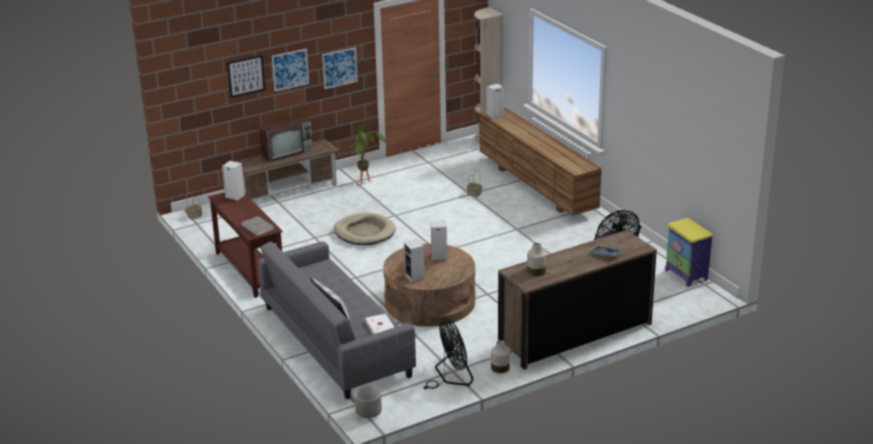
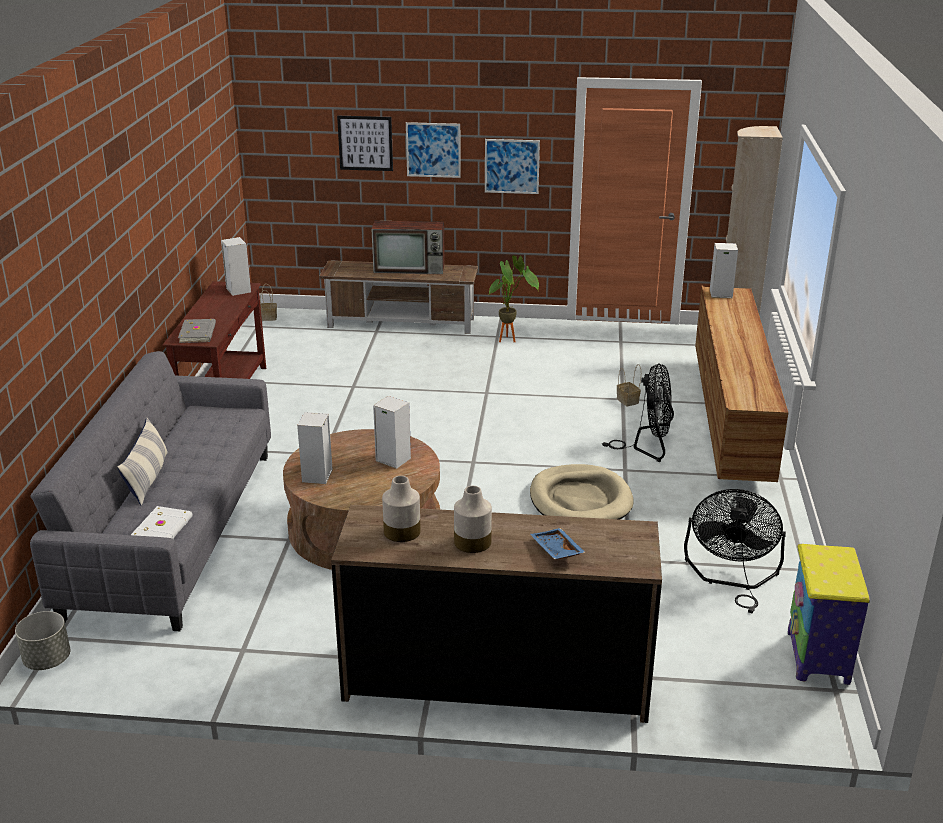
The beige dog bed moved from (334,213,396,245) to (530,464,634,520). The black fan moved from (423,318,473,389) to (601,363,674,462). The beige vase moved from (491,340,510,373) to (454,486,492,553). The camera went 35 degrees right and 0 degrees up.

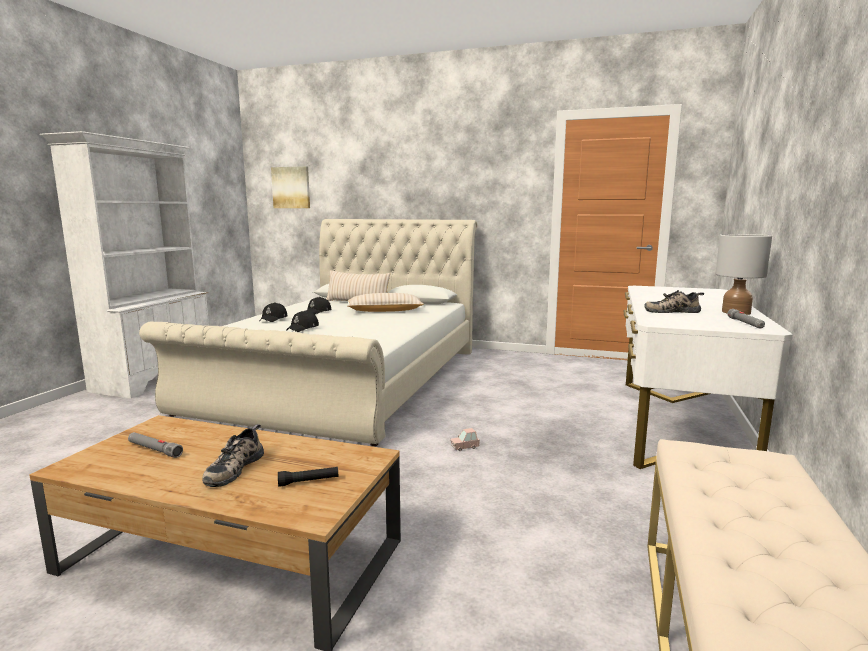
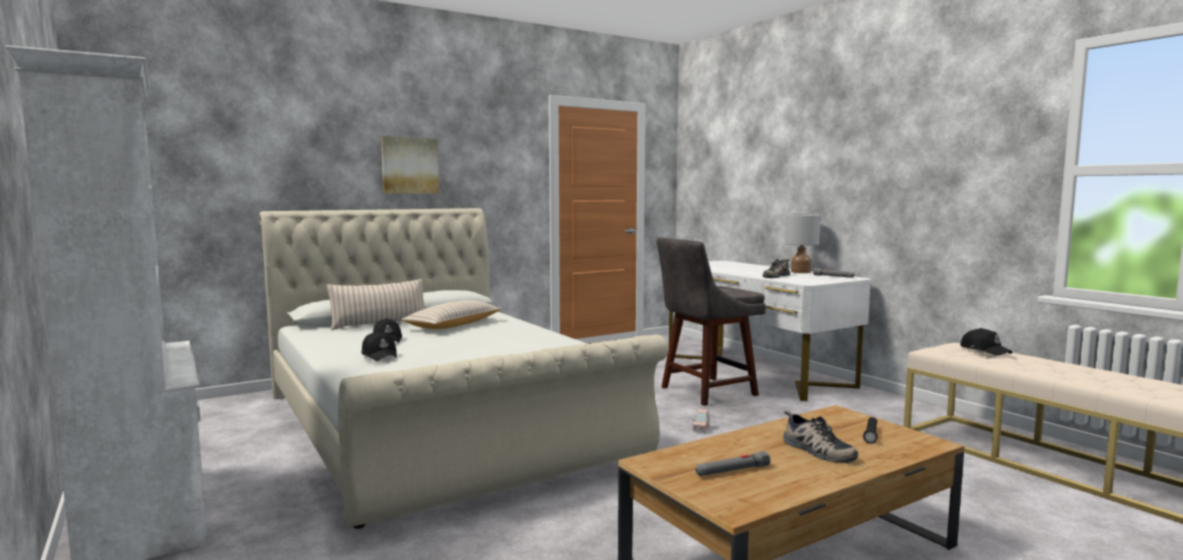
The grey stool at (657,238,765,406) appeared. The picture moved from (271,166,310,208) to (381,136,439,193). The black cap moved from (286,311,319,332) to (960,328,1012,356). The camera went 50 degrees left and 5 degrees down.

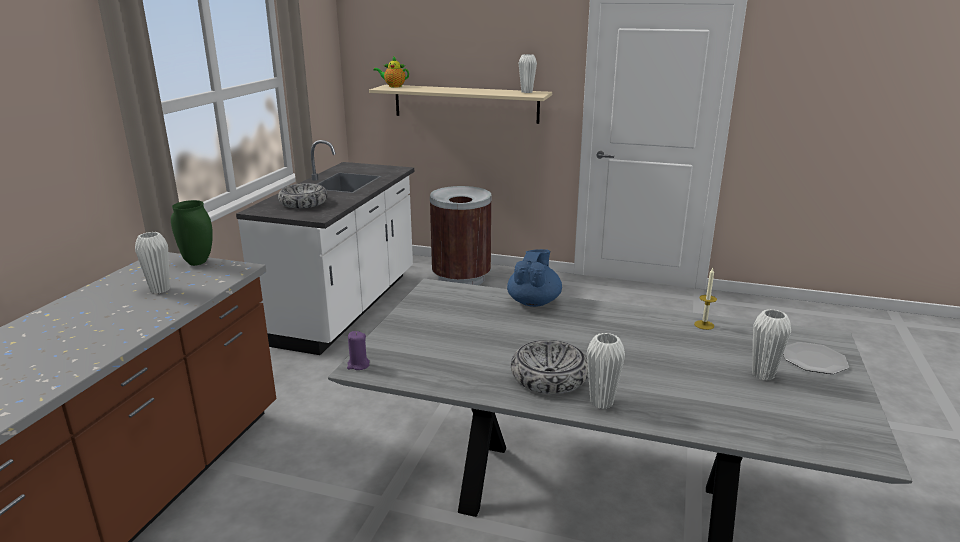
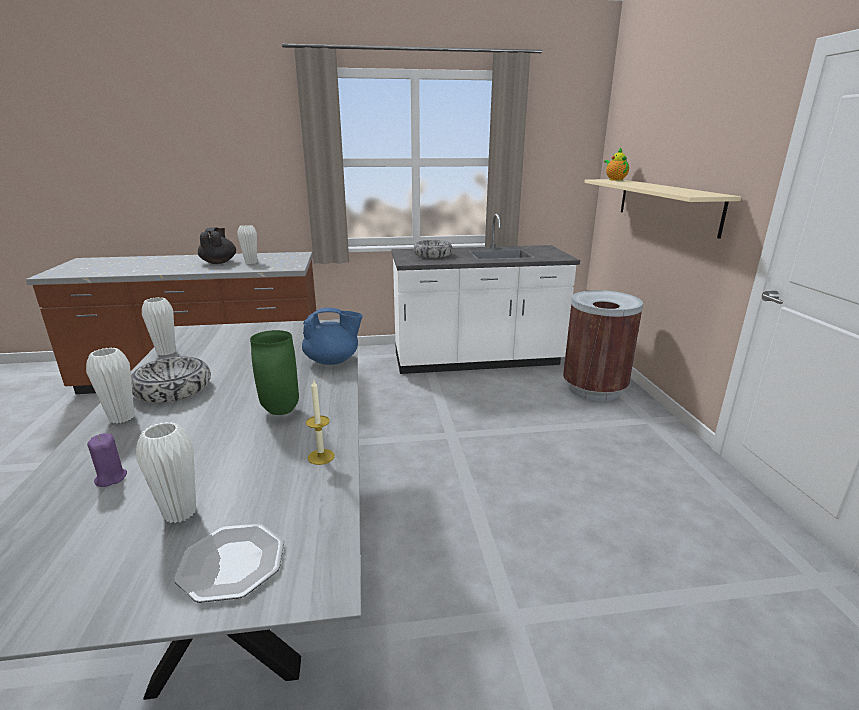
The black teapot at (198,227,236,264) appeared. The green vase moved from (171,200,213,266) to (250,330,299,415). The purple candle moved from (347,331,370,370) to (87,433,127,487). The white vase moved from (519,54,537,93) to (142,297,176,356). The camera went 65 degrees right and 0 degrees up.

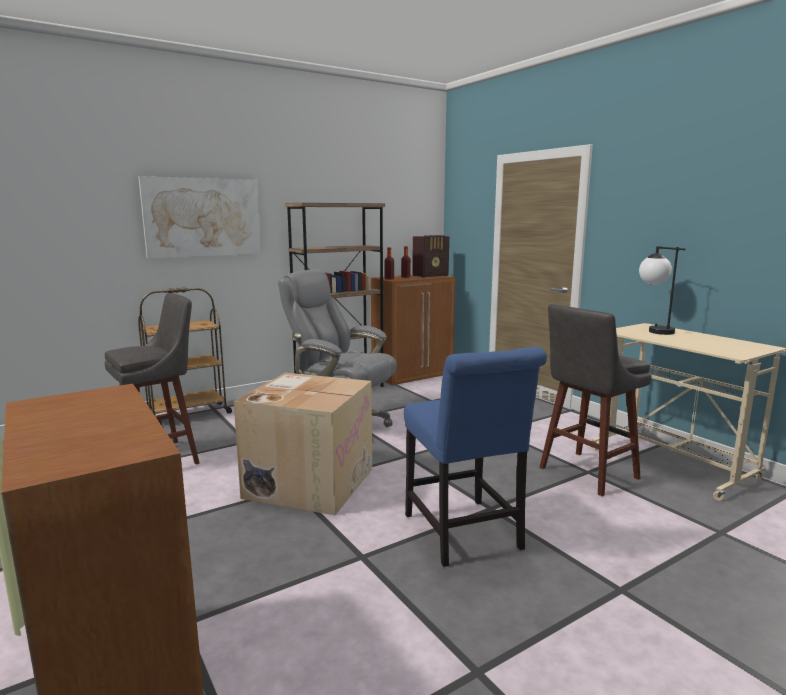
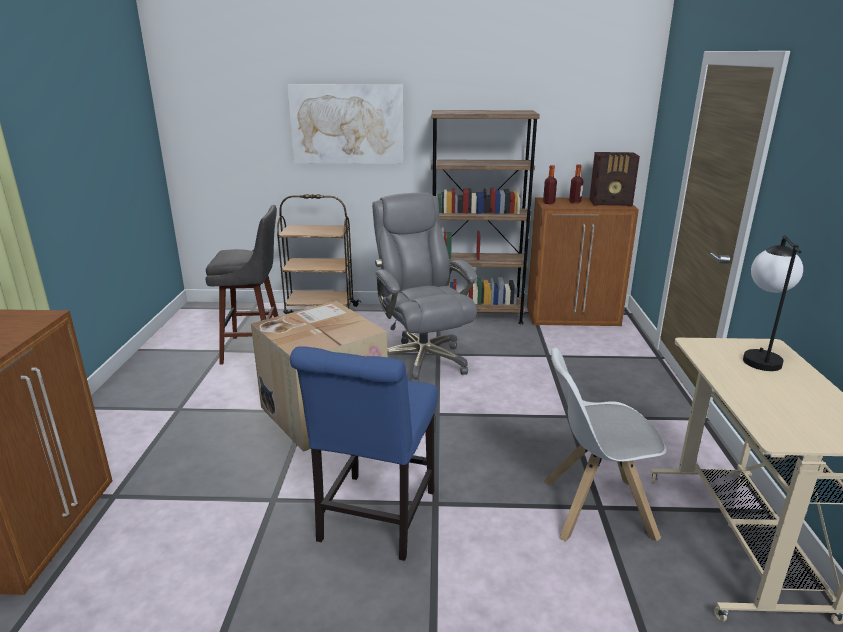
The grey stool at (539,304,652,496) was replaced by the chair at (543,348,667,541). The camera went 35 degrees right and 10 degrees up.

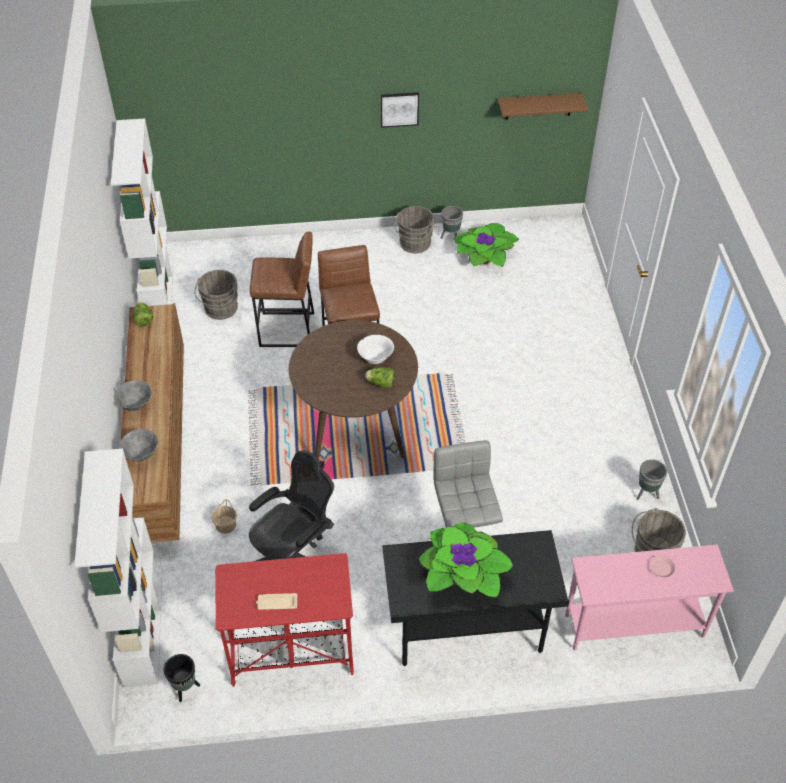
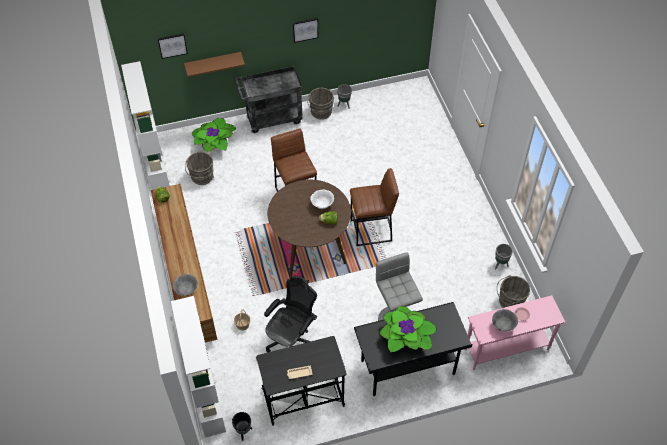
The picture at (158,33,188,59) appeared. The black cart at (235,66,303,133) appeared. The grey bowl moved from (114,380,152,411) to (492,309,518,332). The brown stool moved from (250,232,314,347) to (350,168,399,246). The potted plant moved from (454,223,519,267) to (192,118,236,152). The brown shelf moved from (498,93,588,120) to (184,52,245,77). The red desk at (215,553,354,687) became the black desk at (256,336,347,426). The camera went 10 degrees left and 5 degrees up.

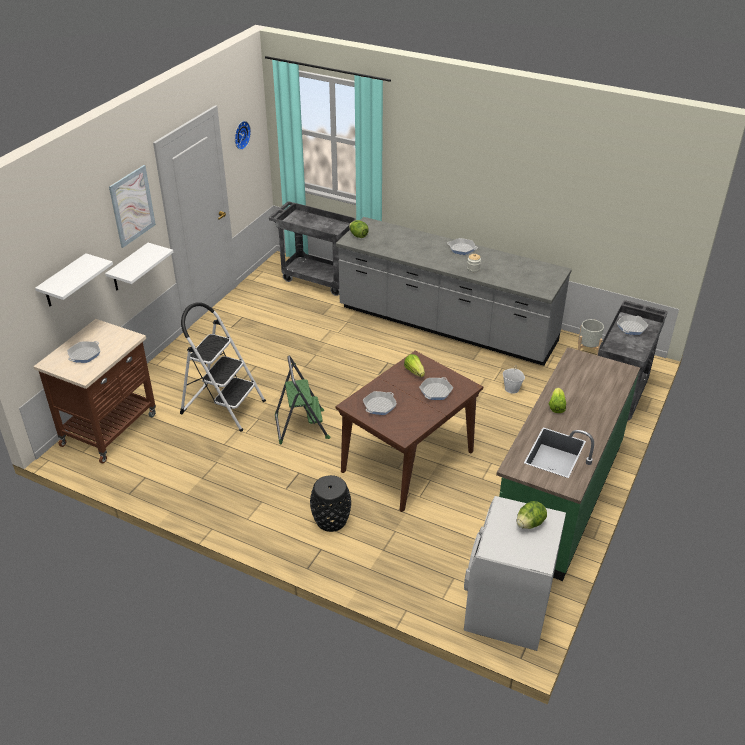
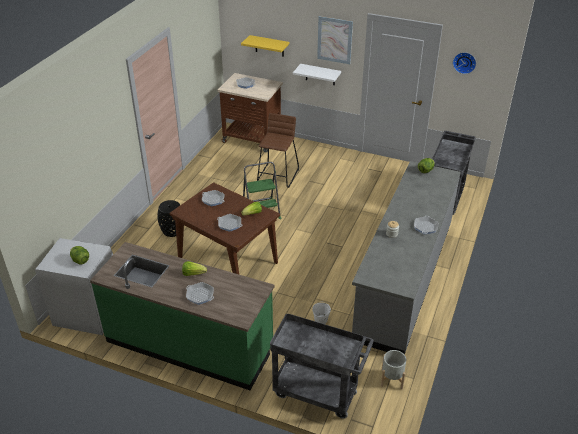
The frying pan moved from (617,315,648,335) to (186,282,214,305). The step ladder at (180,302,266,432) was replaced by the brown stool at (257,113,299,188). The white shelf at (35,253,113,306) became the yellow shelf at (241,35,290,57). The camera went 85 degrees right and 0 degrees up.

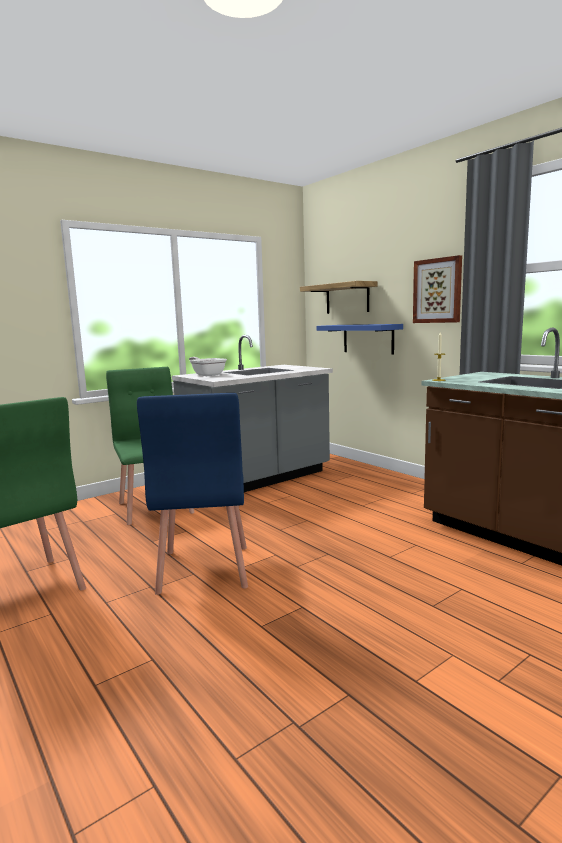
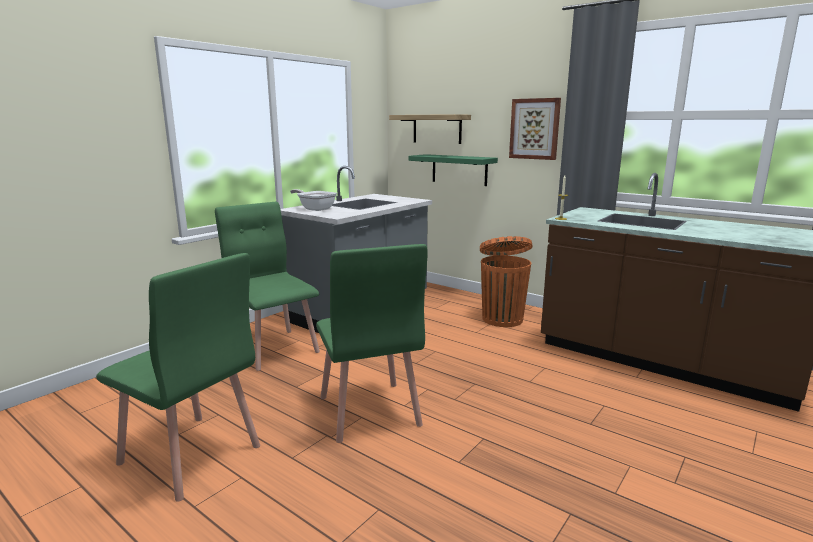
The orange trash can at (480,236,533,327) appeared. The blue chair at (137,393,248,595) became the green chair at (316,244,428,443). The blue shelf at (317,324,403,354) became the green shelf at (409,154,498,186). The camera went 15 degrees left and 5 degrees up.

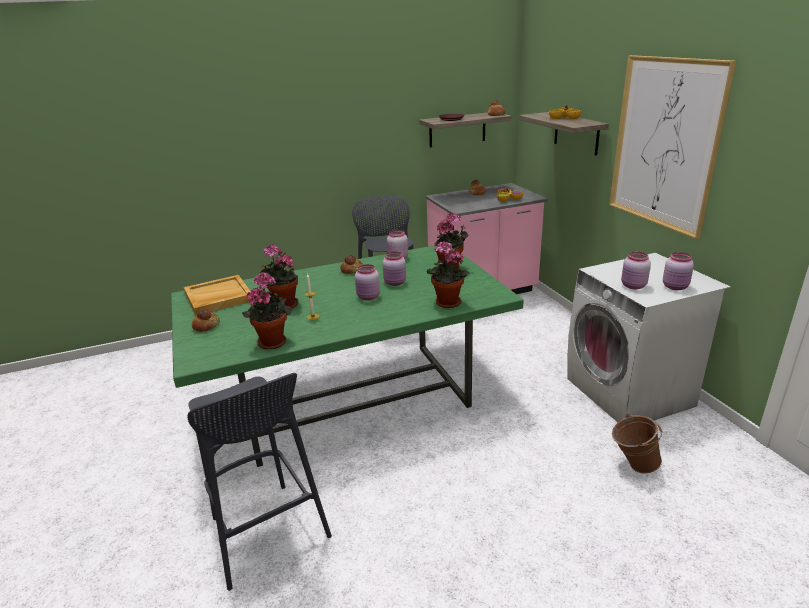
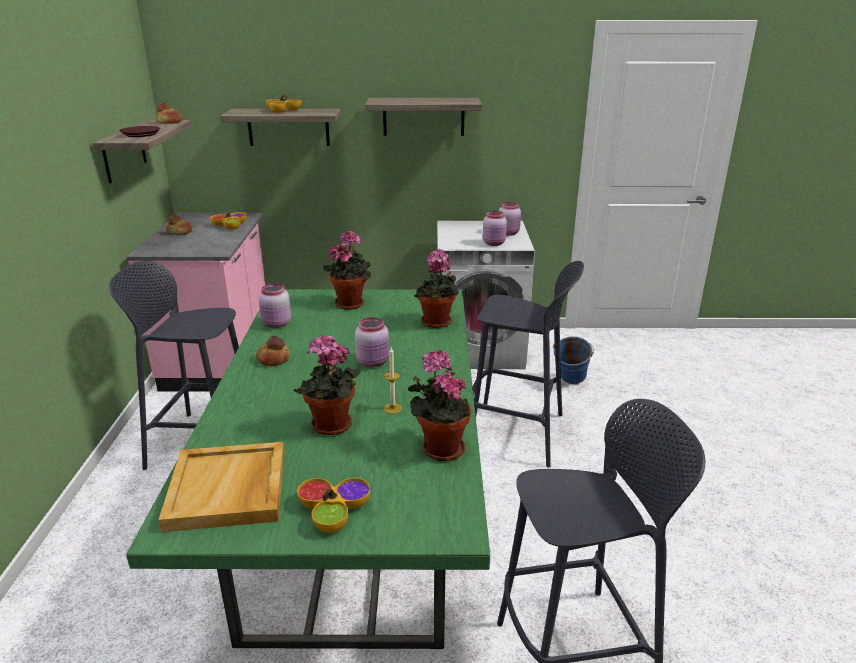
The pink jar at (382,251,406,286) disappeared. The grey stool at (473,261,584,467) appeared. The bread at (192,308,220,332) was replaced by the bowl at (297,478,370,533). The picture at (609,55,736,239) was replaced by the shelf at (365,98,482,136). The brown bucket at (612,414,662,473) became the blue bucket at (553,336,594,384). The camera went 70 degrees left and 0 degrees up.

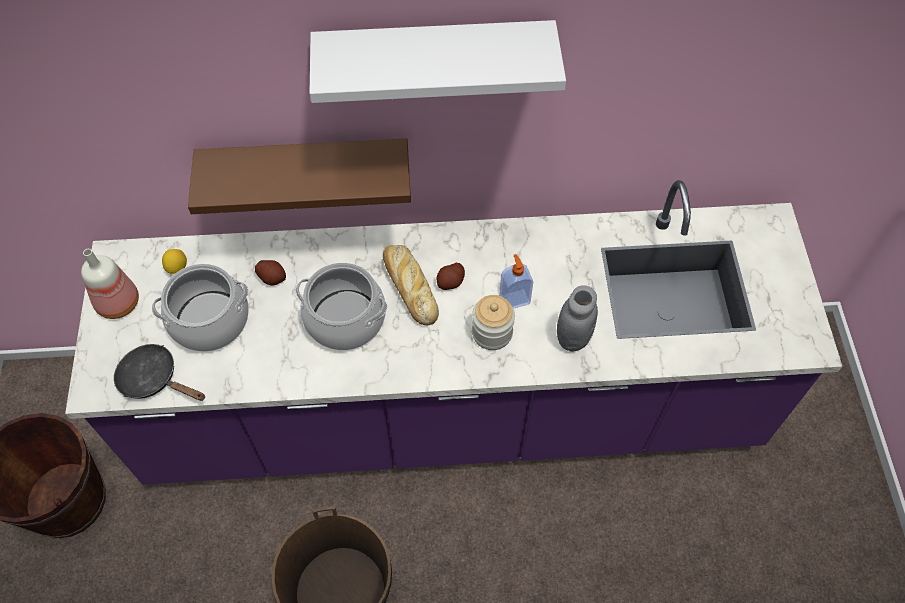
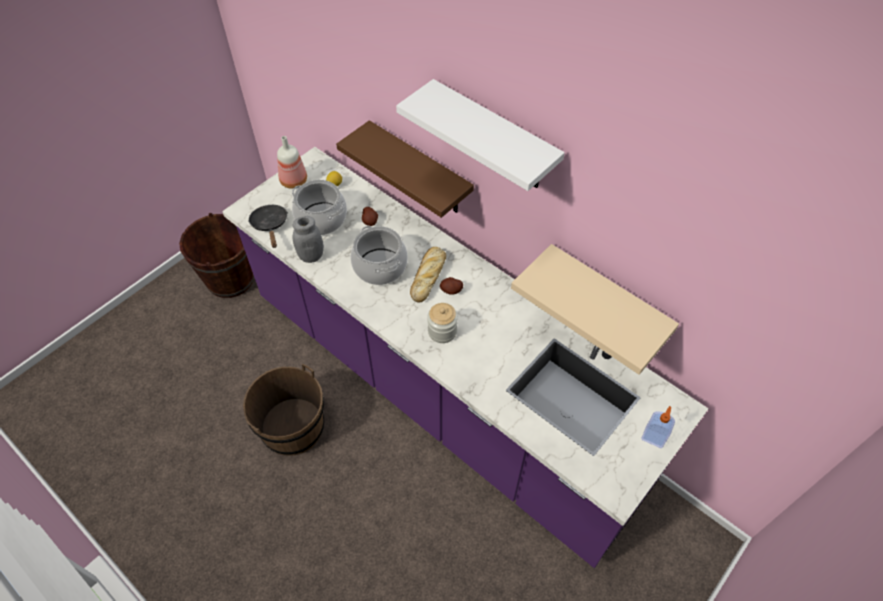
The beige shelf at (511,244,679,375) appeared. The soap dispenser moved from (499,254,533,309) to (641,406,675,448). The grey jar moved from (557,285,598,352) to (293,216,324,263). The camera went 45 degrees right and 5 degrees down.

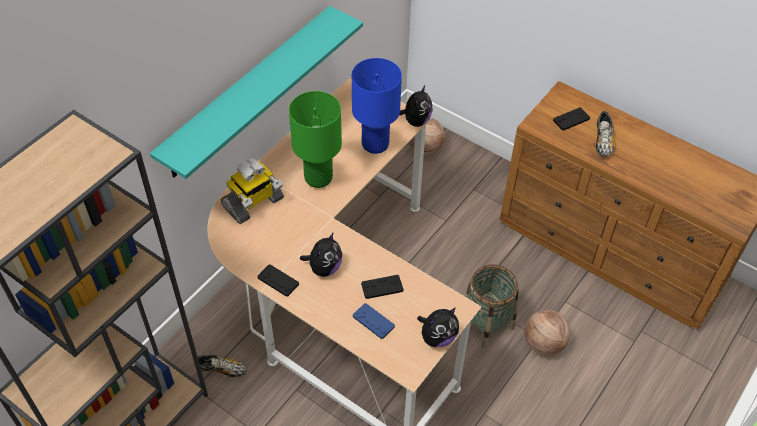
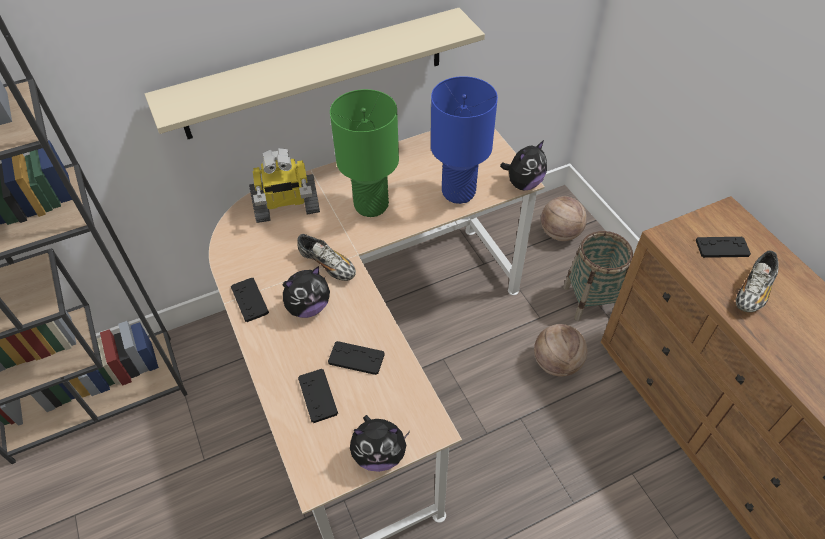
The shoe moved from (197,355,247,377) to (297,234,356,281). The basket moved from (465,264,519,348) to (563,231,633,321). The basketball moved from (524,310,570,356) to (534,324,587,377). The turquoise shelf at (150,6,363,179) became the beige shelf at (145,8,485,139). The blue game controller at (353,303,395,339) became the black game controller at (298,369,338,423). The camera went 30 degrees right and 0 degrees up.

